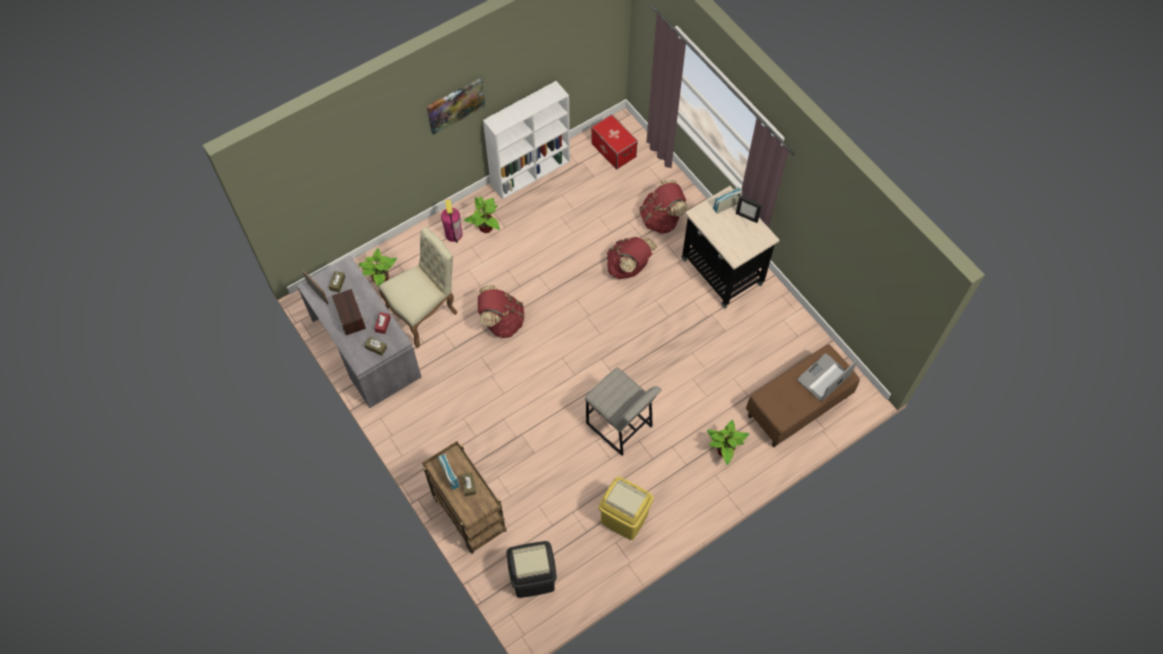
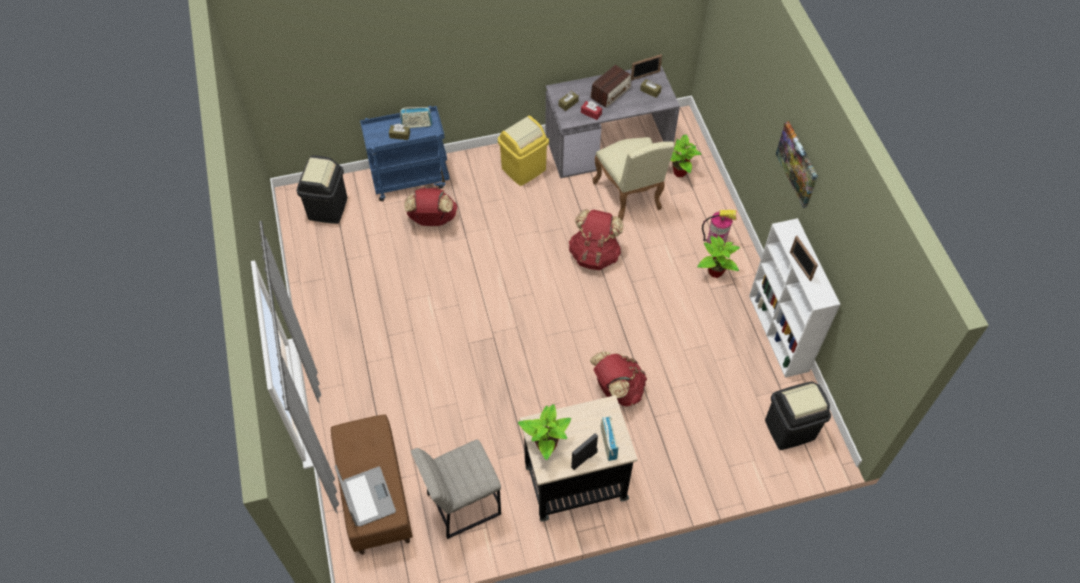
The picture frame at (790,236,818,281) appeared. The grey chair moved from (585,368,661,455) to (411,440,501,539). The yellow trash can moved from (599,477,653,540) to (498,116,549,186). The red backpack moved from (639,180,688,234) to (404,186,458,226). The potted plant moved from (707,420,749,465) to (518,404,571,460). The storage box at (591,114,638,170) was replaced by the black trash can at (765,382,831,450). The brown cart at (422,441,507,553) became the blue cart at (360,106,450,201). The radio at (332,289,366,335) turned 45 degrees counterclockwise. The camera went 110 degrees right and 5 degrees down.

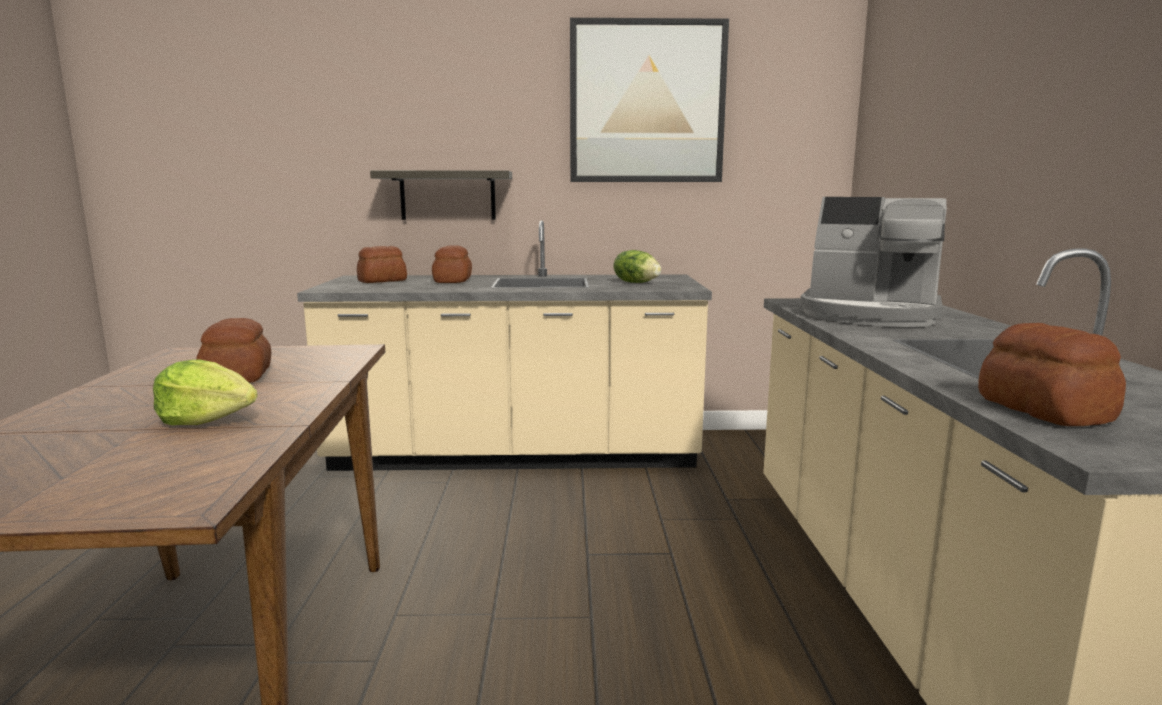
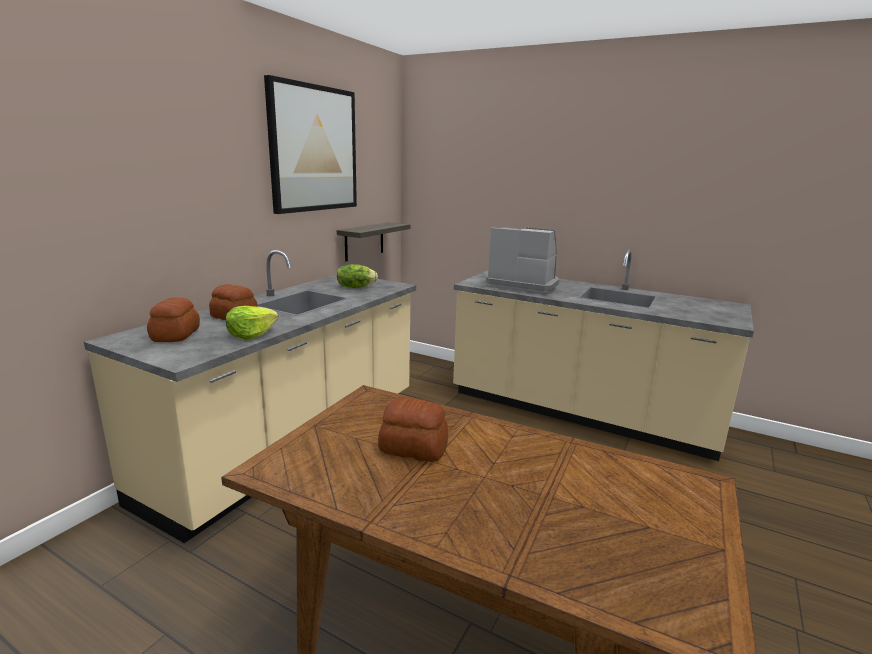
The bread at (978,323,1126,426) disappeared. The lettuce moved from (153,359,258,425) to (226,306,278,340). The shelf moved from (370,170,512,220) to (337,222,410,261). The coffee machine at (800,197,947,327) turned 120 degrees counterclockwise. The camera went 60 degrees left and 5 degrees up.

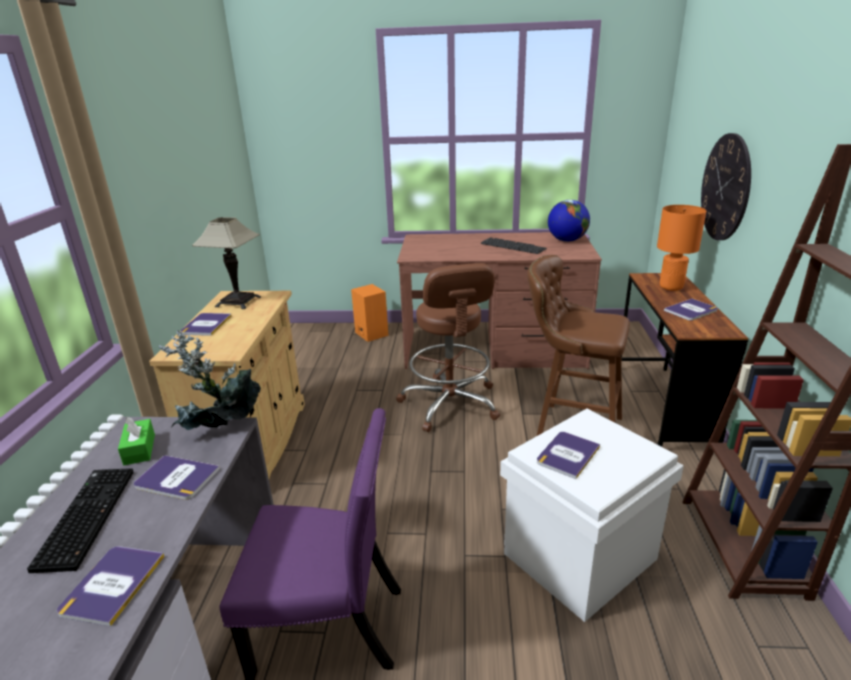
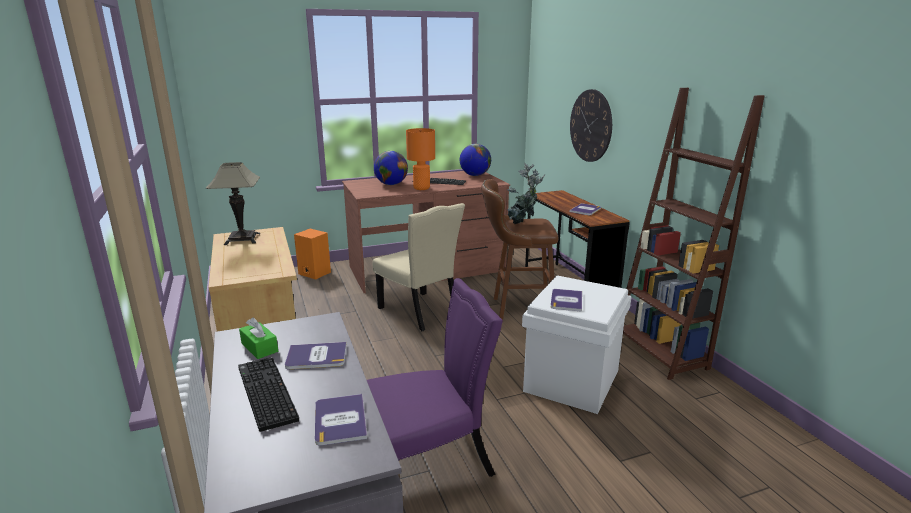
The book at (181,313,232,336) disappeared. The globe at (374,151,408,185) appeared. The potted plant moved from (159,330,261,430) to (507,163,545,224). The orange table lamp moved from (657,205,706,291) to (406,128,435,190). The brown stool at (396,263,500,432) was replaced by the beige chair at (373,203,465,331). The camera went 25 degrees left and 5 degrees down.

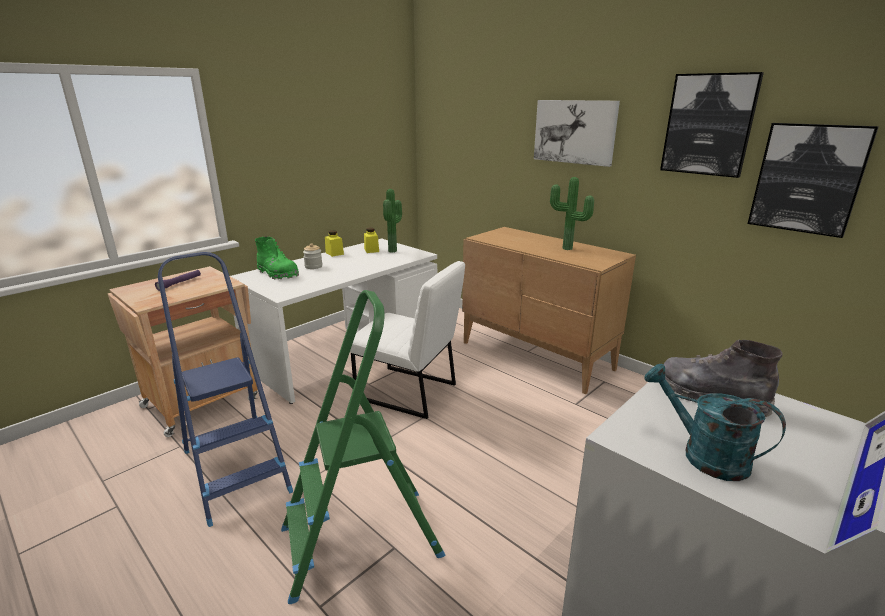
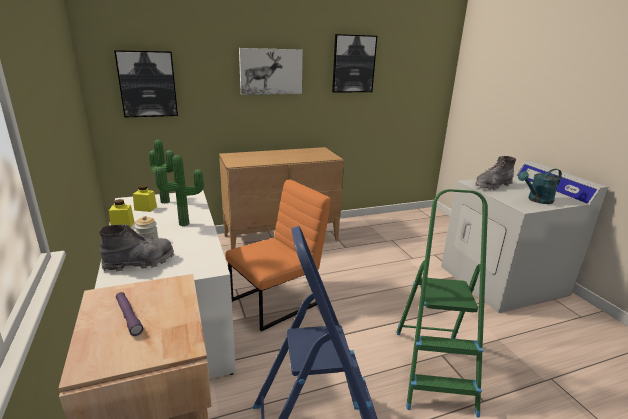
The potted plant moved from (550,177,594,250) to (155,155,204,226). The picture moved from (748,123,879,238) to (114,50,178,118). The green boot at (255,237,299,279) became the grey boot at (99,224,174,272). The white chair at (350,261,465,419) became the orange chair at (225,180,331,331). The camera went 65 degrees left and 0 degrees up.

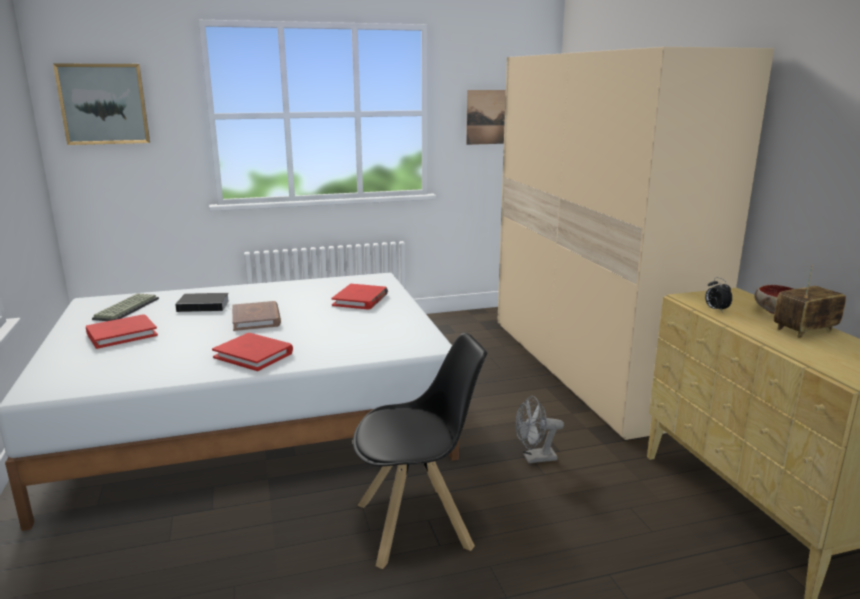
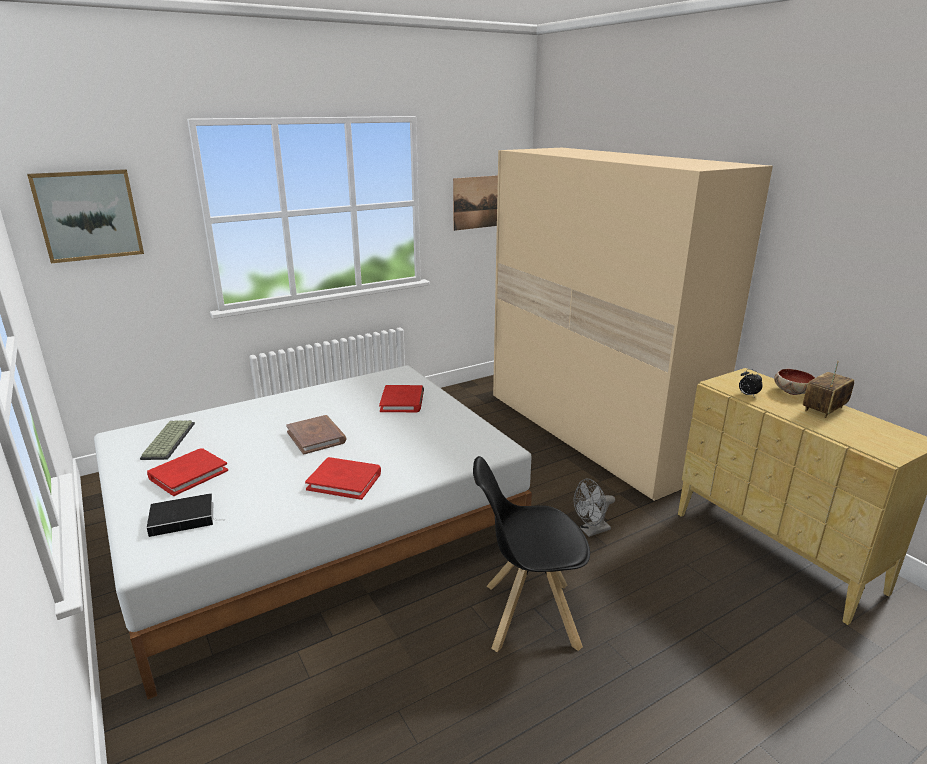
The book moved from (175,293,232,312) to (147,493,219,537). The black chair at (353,333,487,569) turned 150 degrees counterclockwise. The camera went 15 degrees left and 5 degrees up.

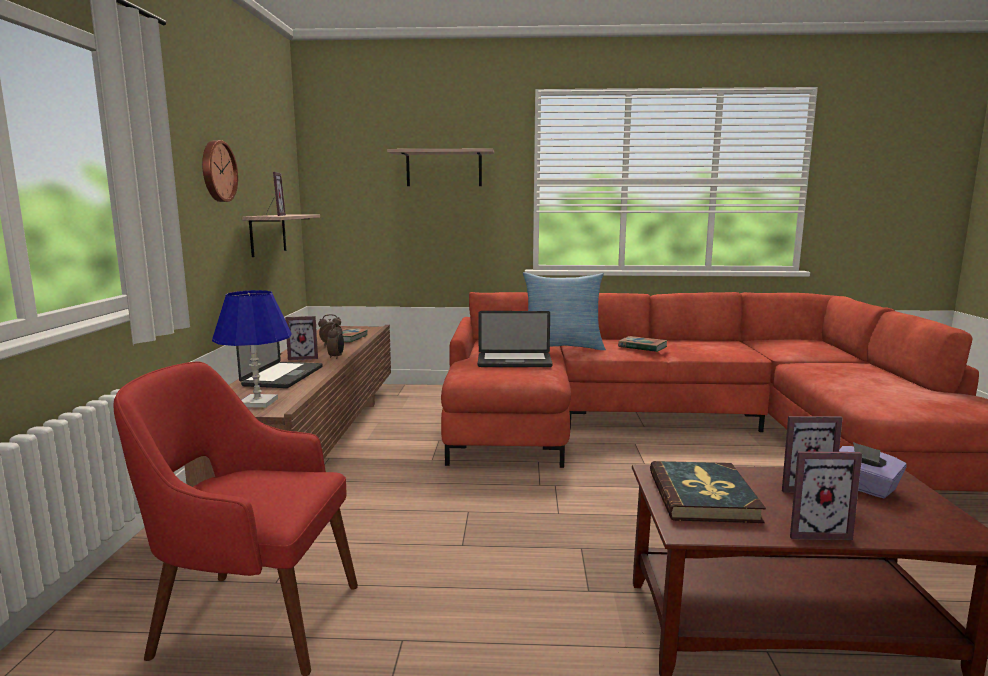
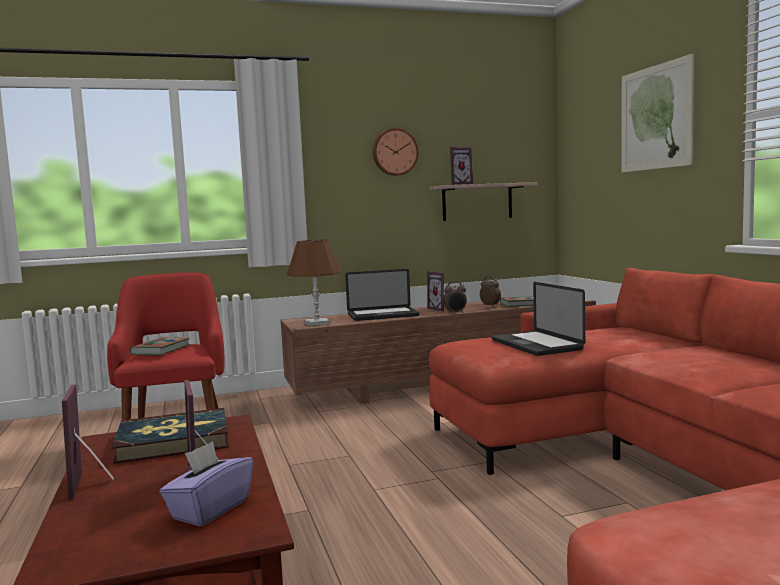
The pillow at (523,272,606,350) disappeared. The book moved from (618,336,668,352) to (130,337,190,355). The shelf at (387,149,494,186) was replaced by the picture at (621,53,694,172). The blue table lamp at (212,290,292,408) became the brown table lamp at (287,240,342,326). The camera went 70 degrees right and 5 degrees down.

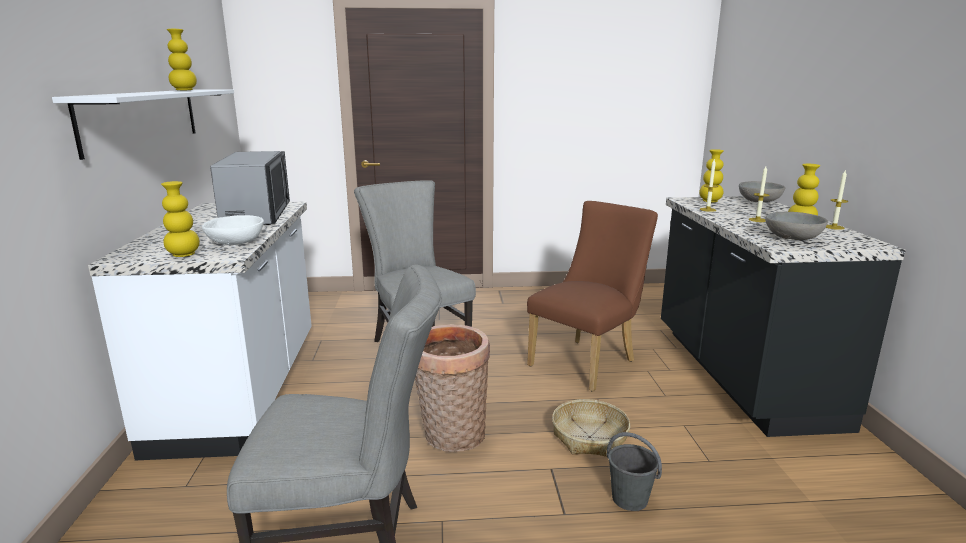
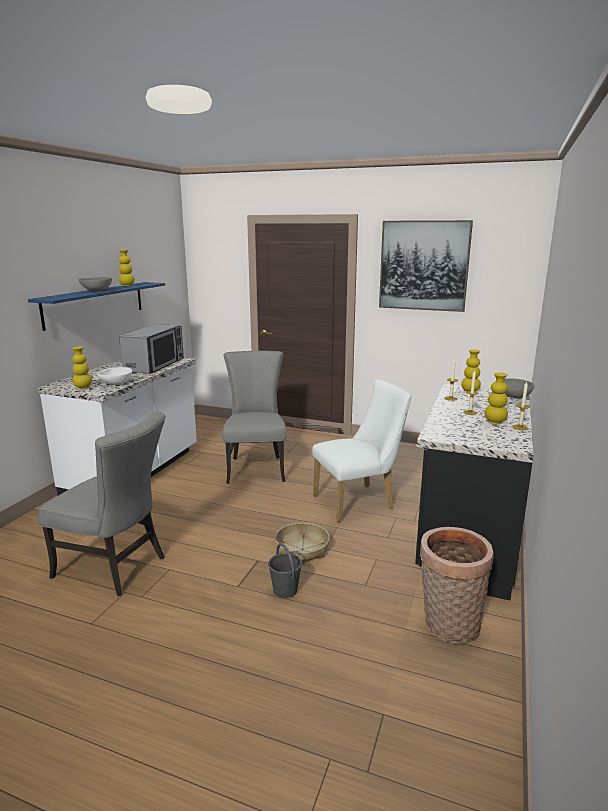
The picture at (379,220,473,312) appeared. The basket moved from (415,324,490,452) to (420,527,494,644). The grey bowl moved from (765,212,828,240) to (78,277,112,291). The white shelf at (52,89,234,160) became the blue shelf at (28,282,165,331). The brown chair at (527,201,658,392) became the white chair at (312,379,411,522). The camera went 25 degrees right and 0 degrees up.

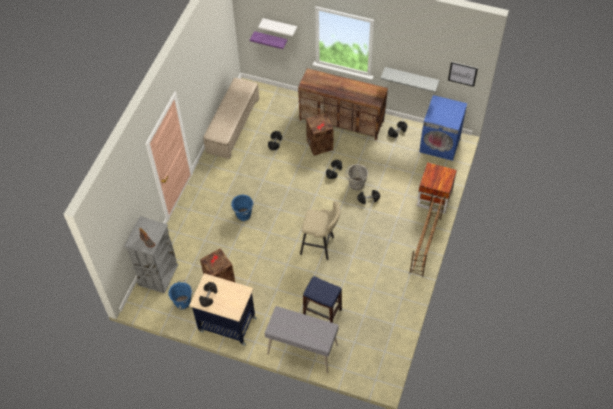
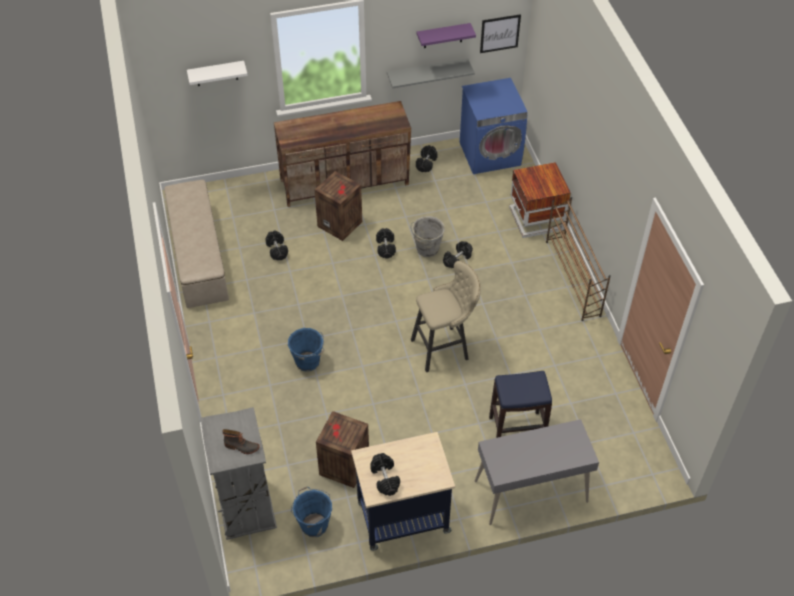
The purple shelf moved from (250,31,287,49) to (417,23,476,48). The camera went 35 degrees left and 5 degrees down.

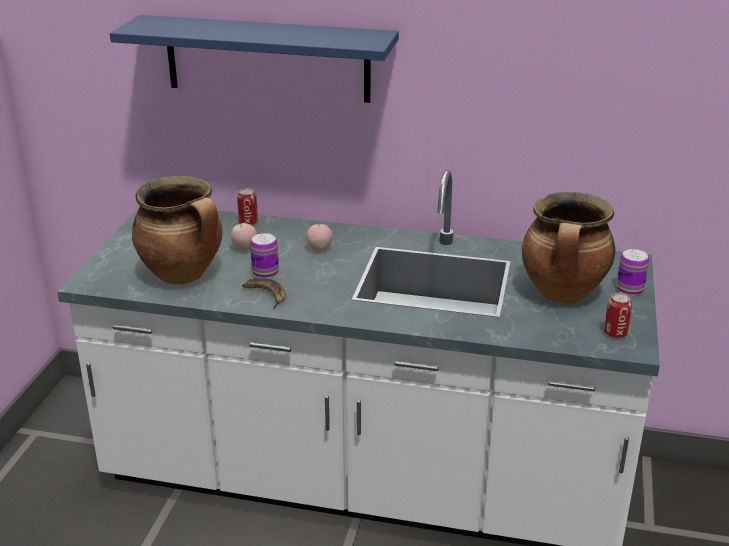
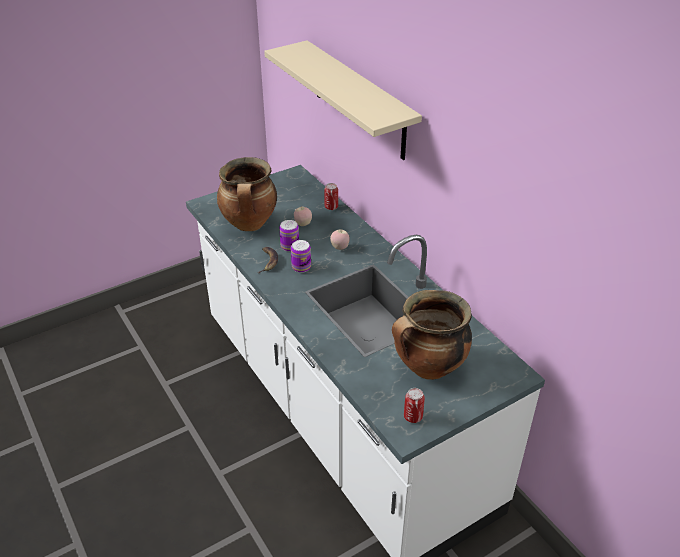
The can moved from (616,249,649,295) to (291,240,311,273). The blue shelf at (110,15,399,103) became the beige shelf at (264,40,422,160). The camera went 45 degrees right and 10 degrees up.

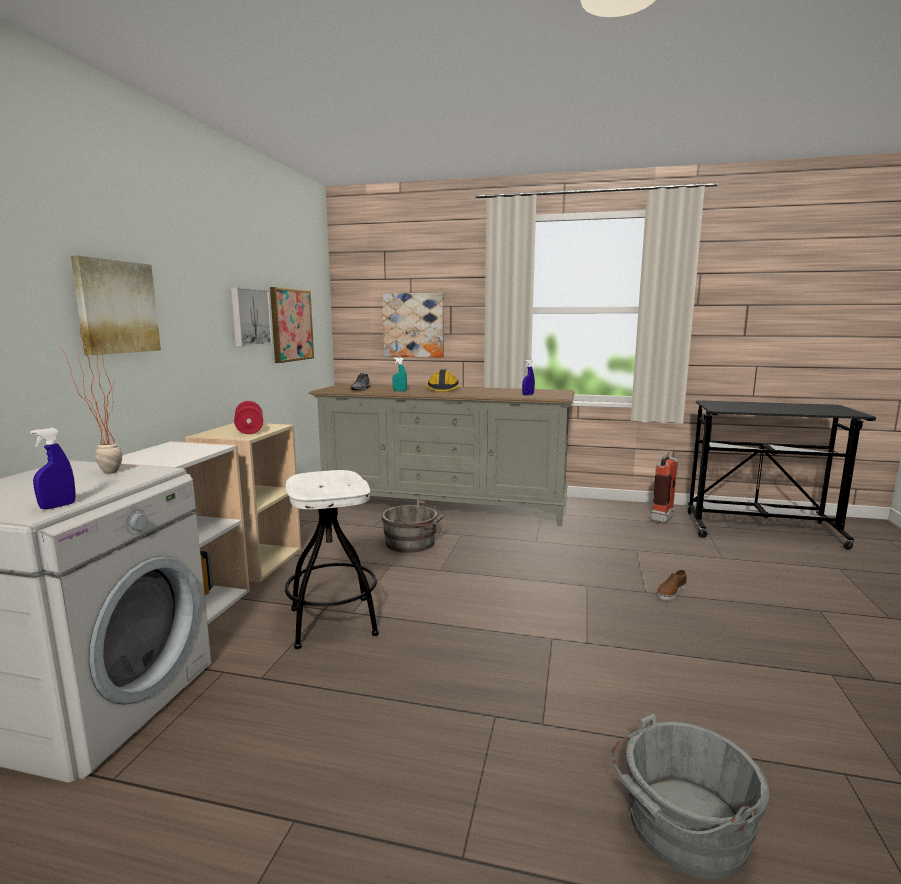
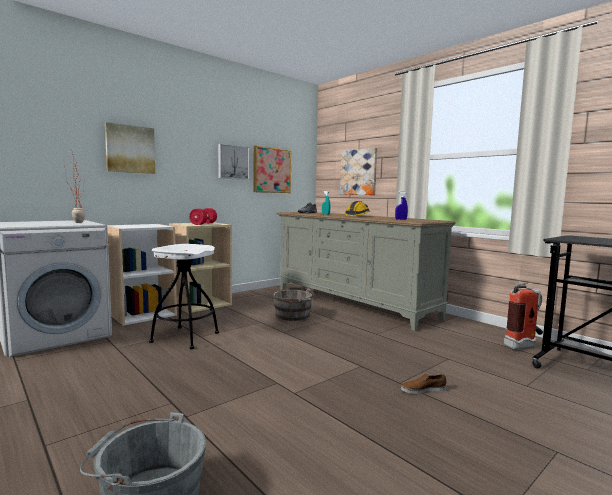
The blue spray bottle at (30,428,76,510) disappeared. The camera went 35 degrees right and 5 degrees down.

